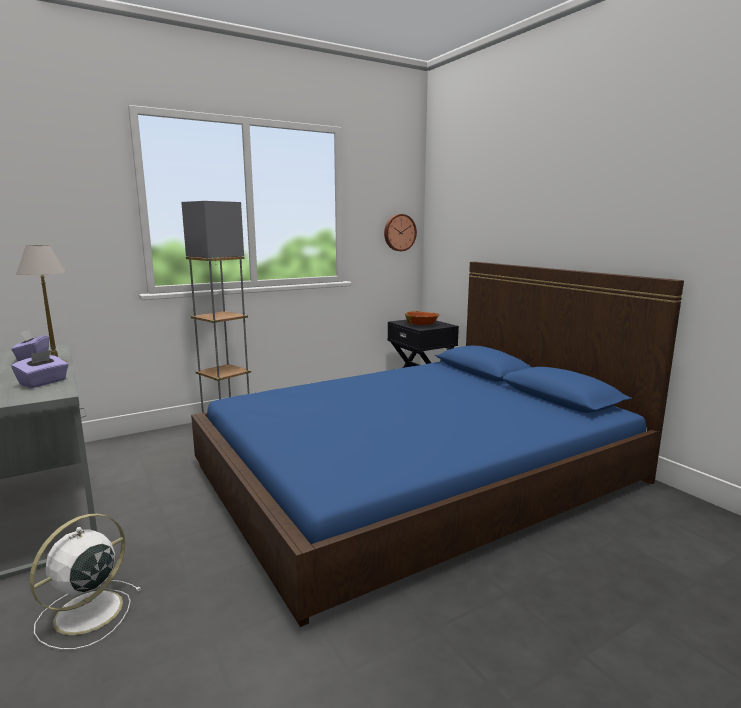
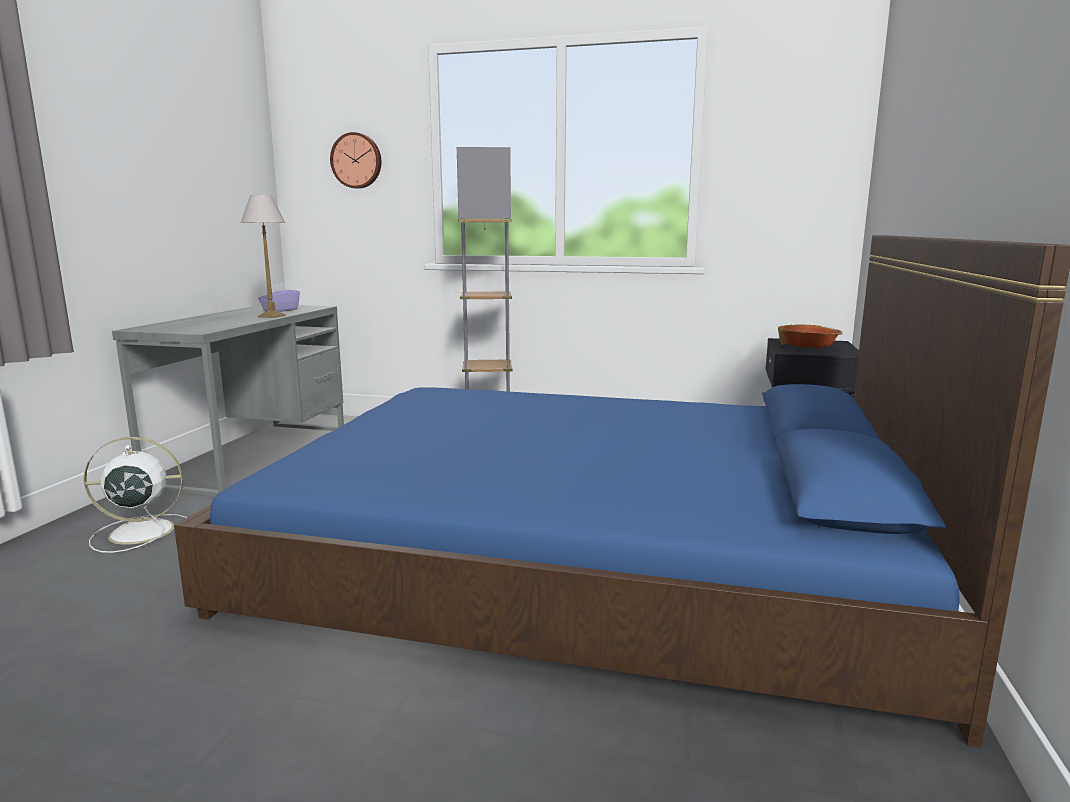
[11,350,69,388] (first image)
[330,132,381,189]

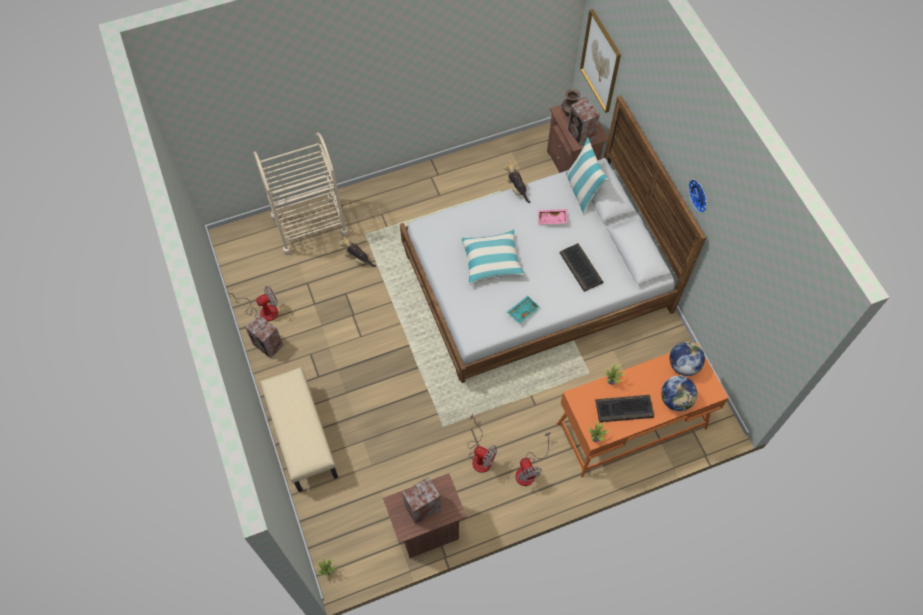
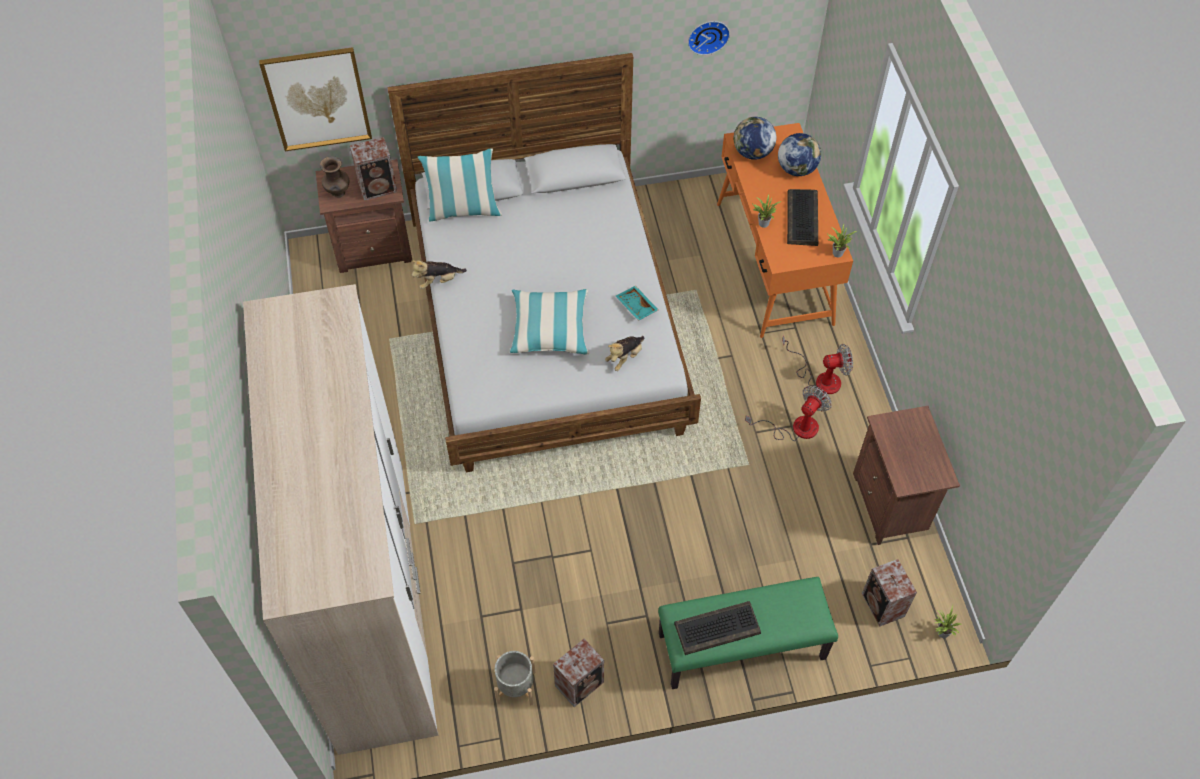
[538,209,568,224] (first image)
[605,336,644,371]
[862,559,917,627]
[674,601,761,655]
[688,21,730,55]
[494,651,535,705]
[243,284,439,755]
[658,577,838,689]

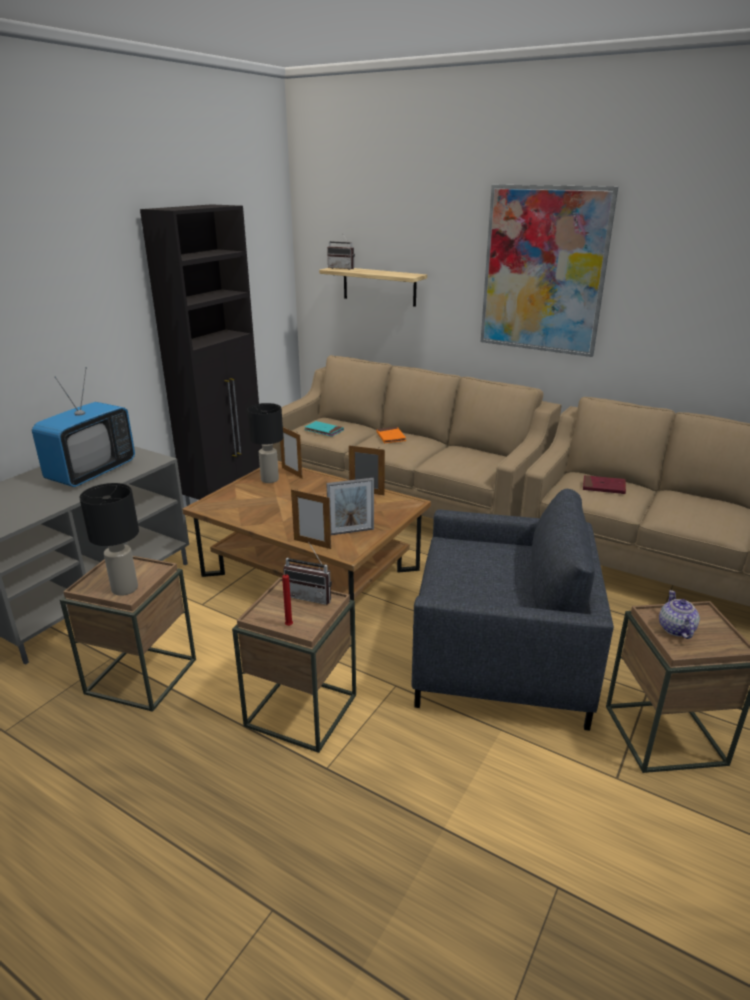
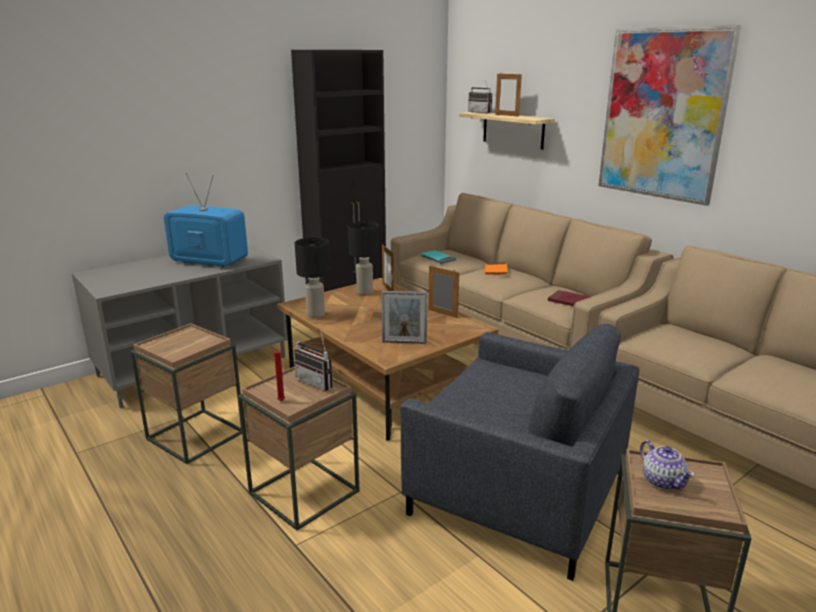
[295,237,330,318]
[495,72,522,117]
[548,290,591,306]
[164,173,248,267]
[640,440,695,490]

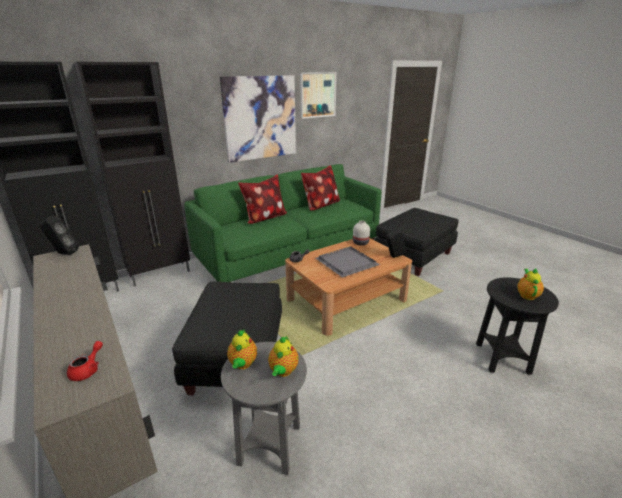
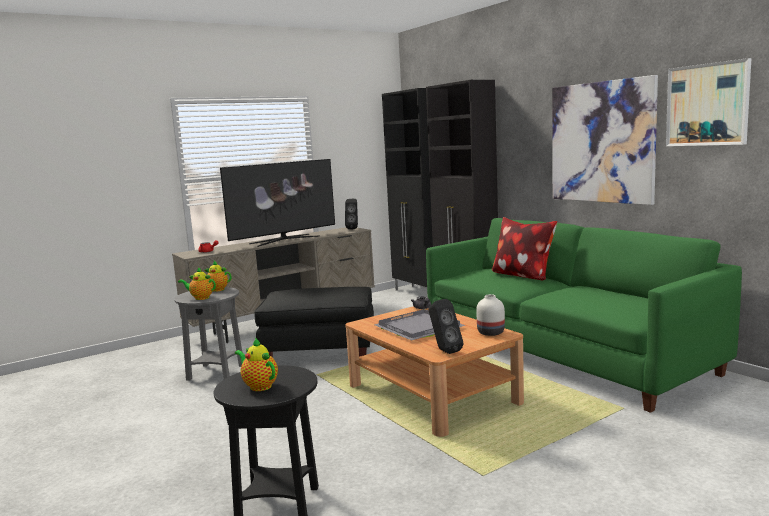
[301,165,340,211] (first image)
[374,208,458,276] (first image)
[220,159,335,247]
[235,337,278,391]

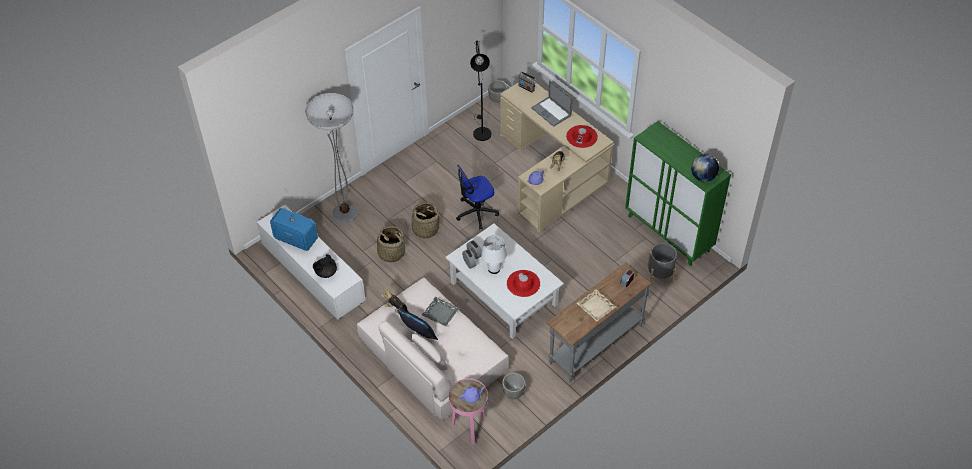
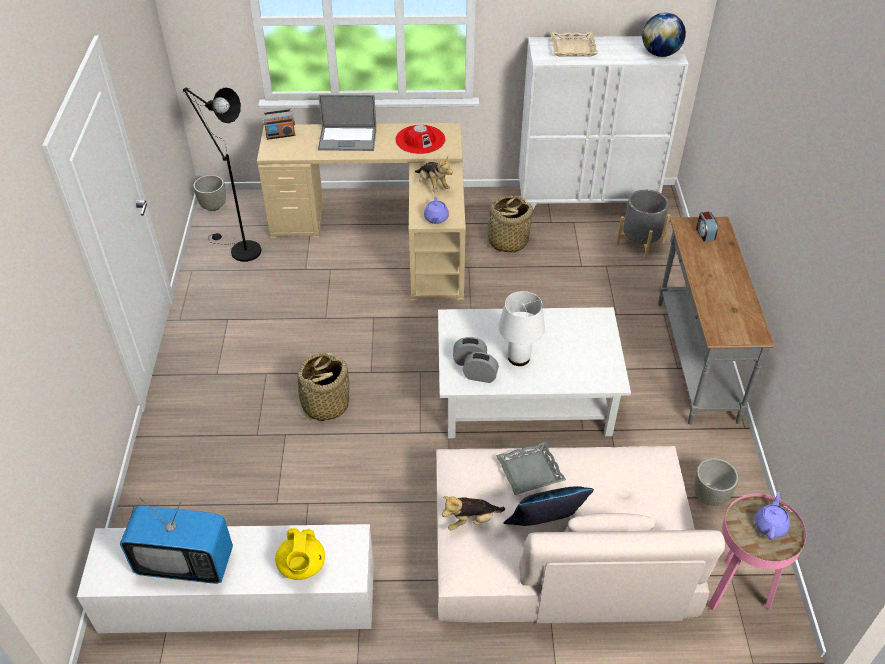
[305,93,358,223] (first image)
[456,165,499,229] (first image)
[507,270,540,297] (first image)
[481,195,533,252]
[550,33,598,56]
[275,528,325,580]
[519,36,688,209]
[120,498,233,584]

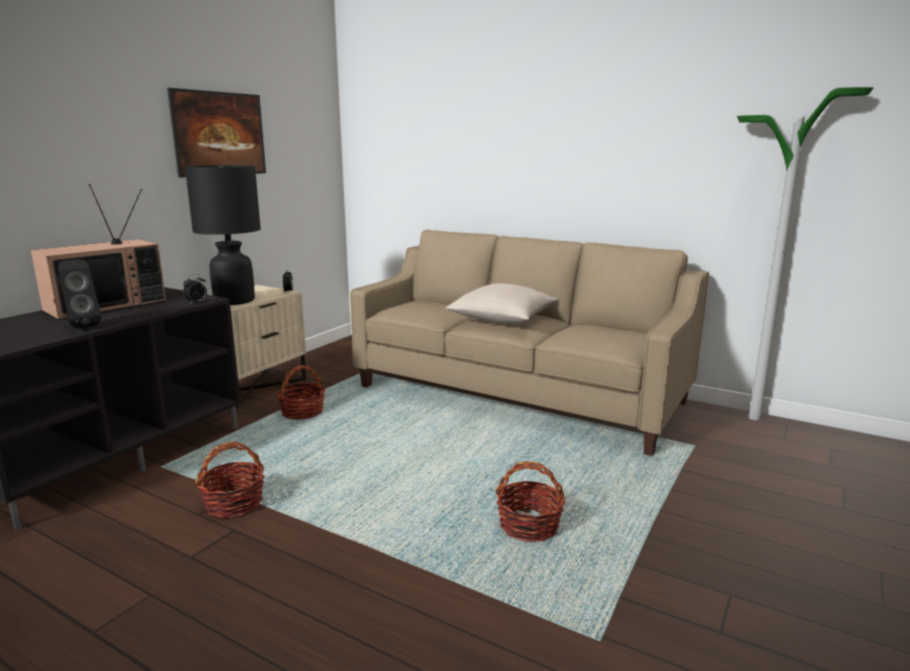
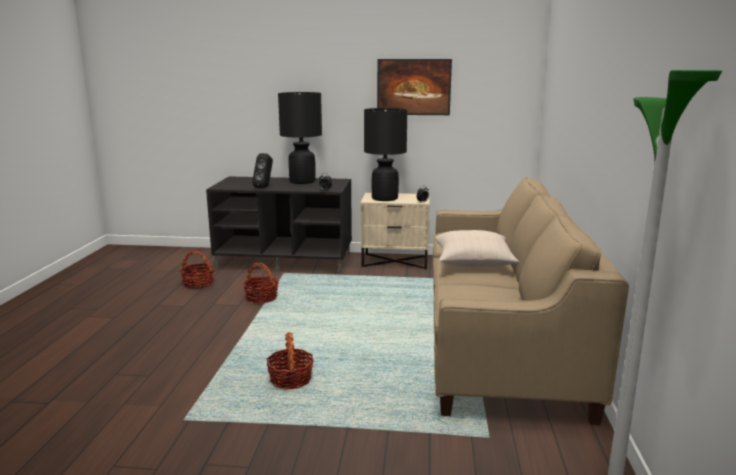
[180,250,214,288]
[278,92,322,184]

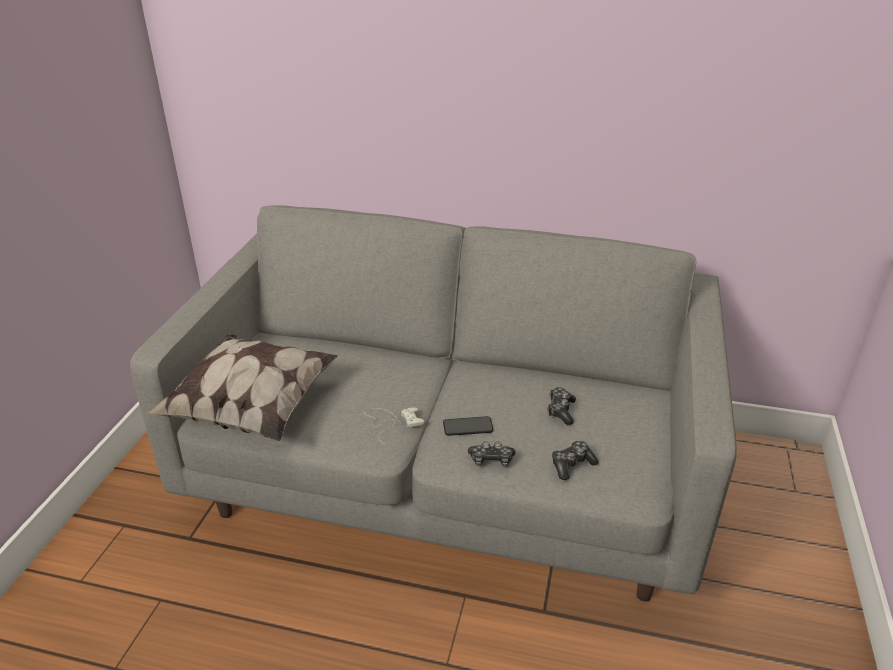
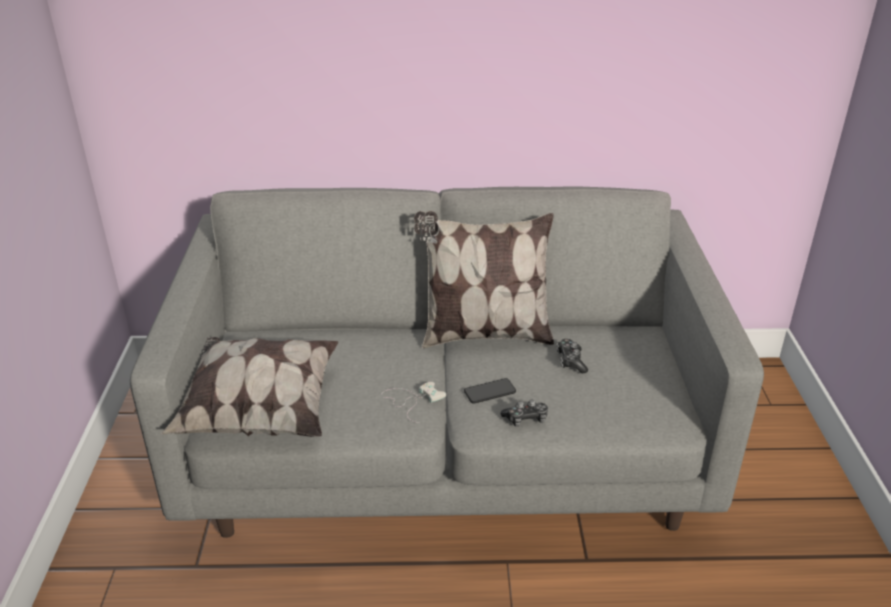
[552,441,599,480] (first image)
[414,211,554,349]

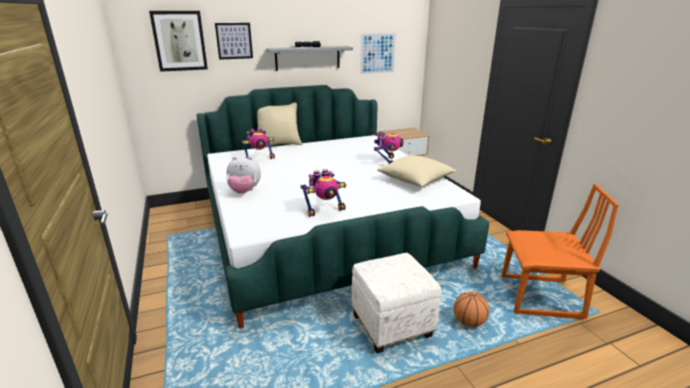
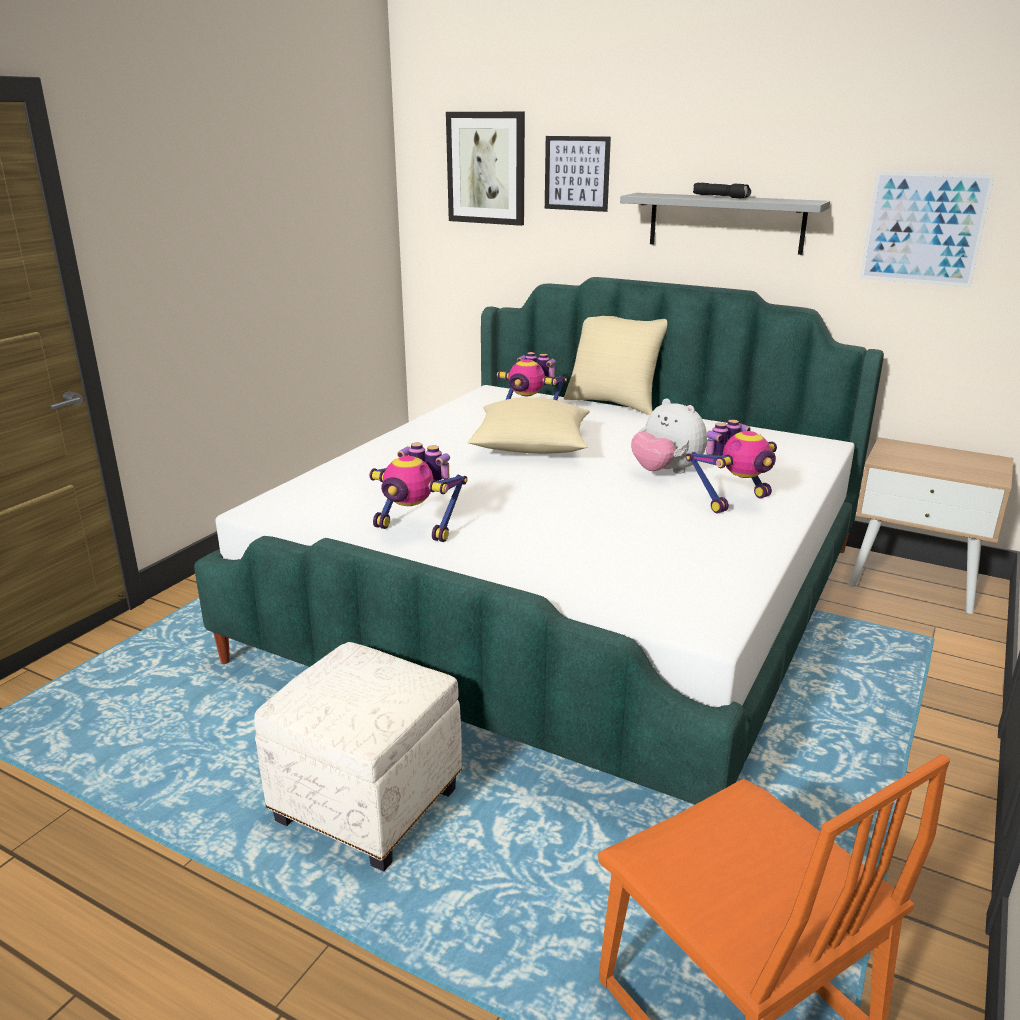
[453,292,489,327] (first image)
[631,398,707,474]
[468,398,590,454]

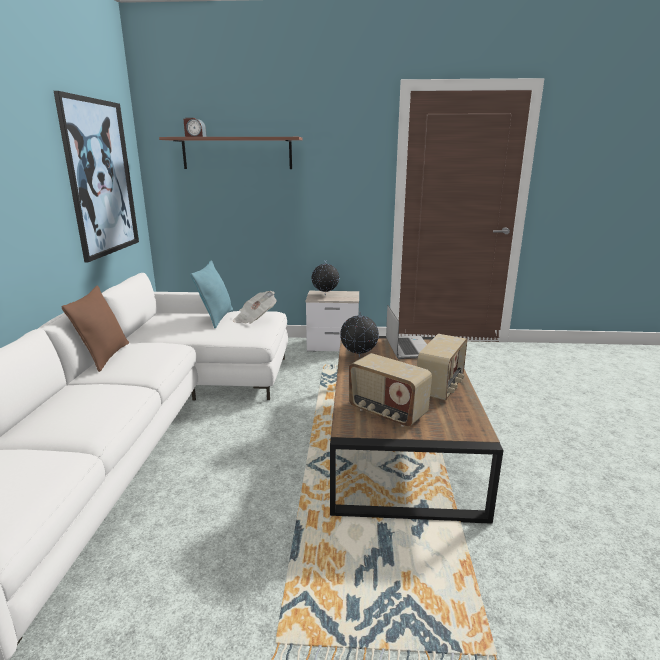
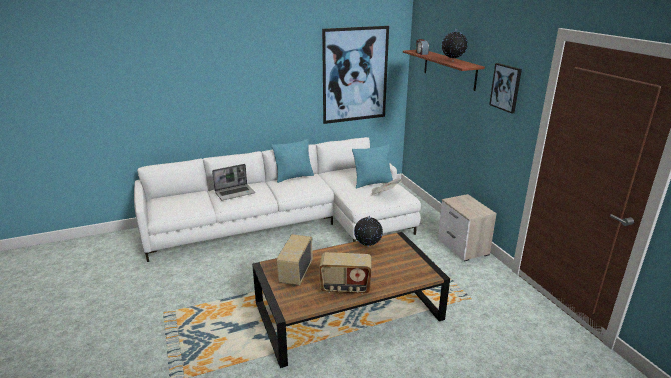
[489,63,522,113]
[442,29,468,62]
[212,164,255,200]
[271,139,314,183]

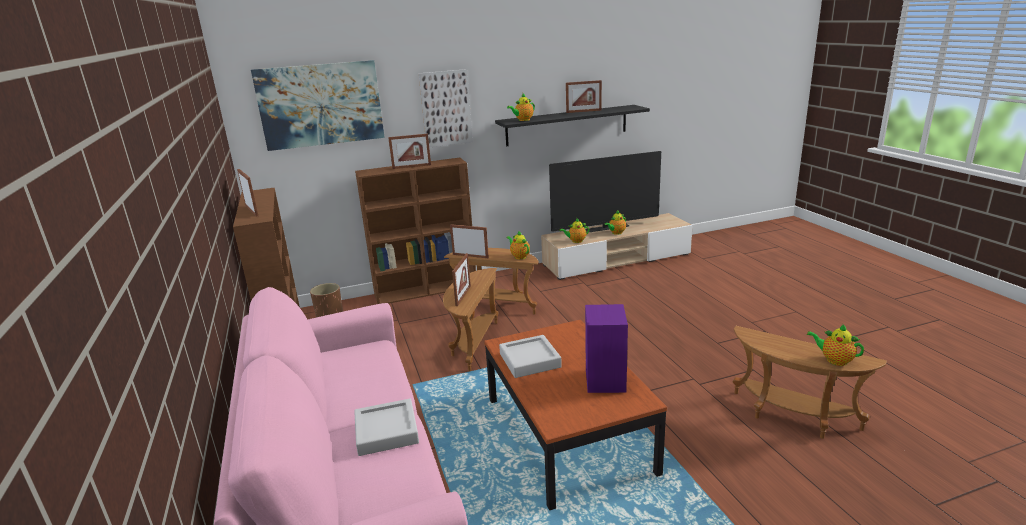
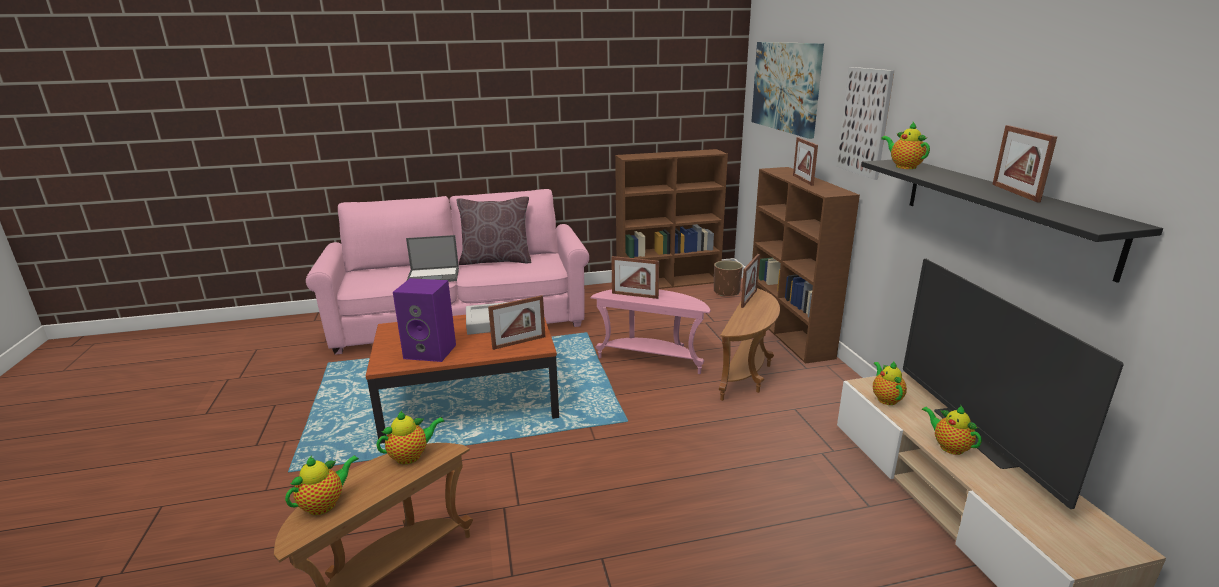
[457,197,531,265]
[488,295,545,350]
[376,411,445,464]
[406,235,459,282]
[590,289,711,374]

